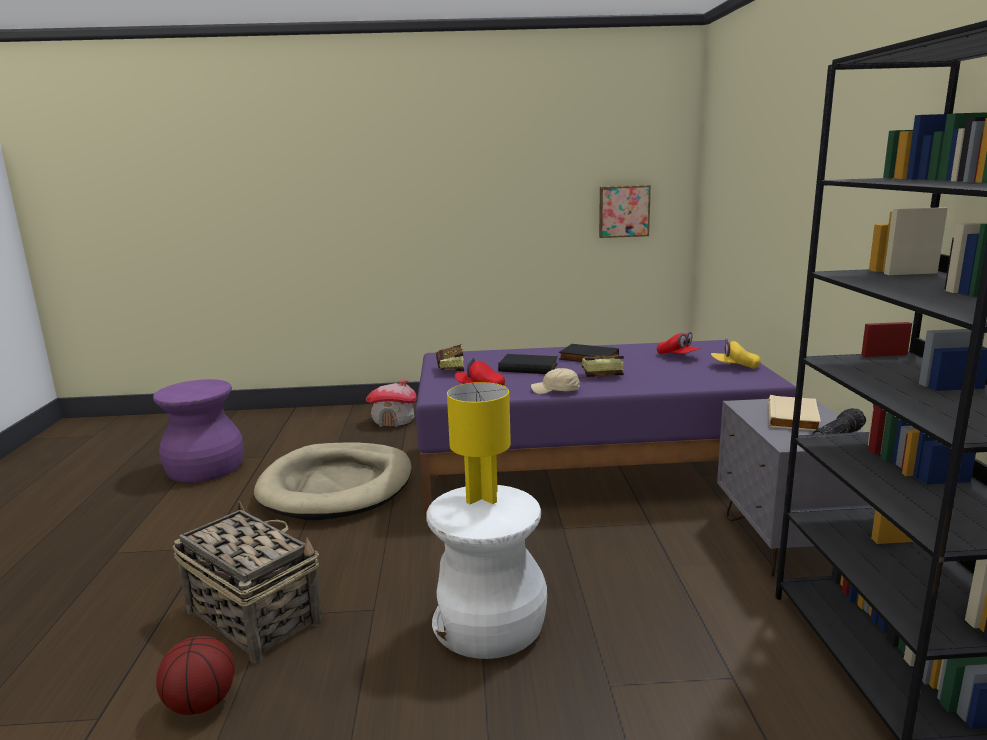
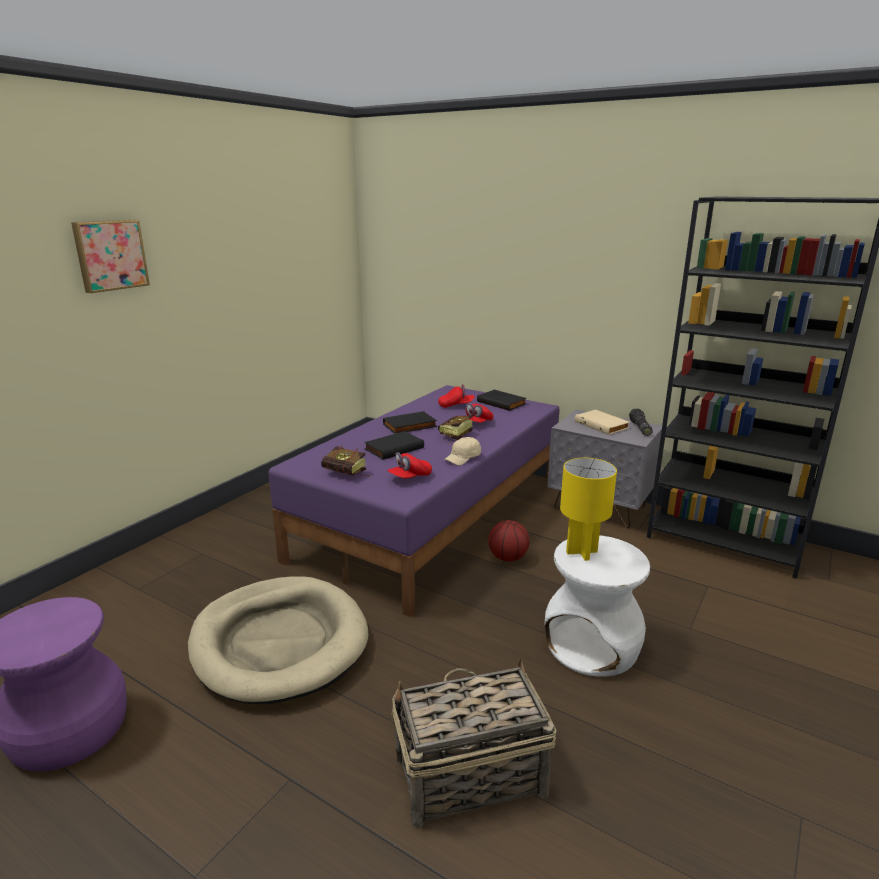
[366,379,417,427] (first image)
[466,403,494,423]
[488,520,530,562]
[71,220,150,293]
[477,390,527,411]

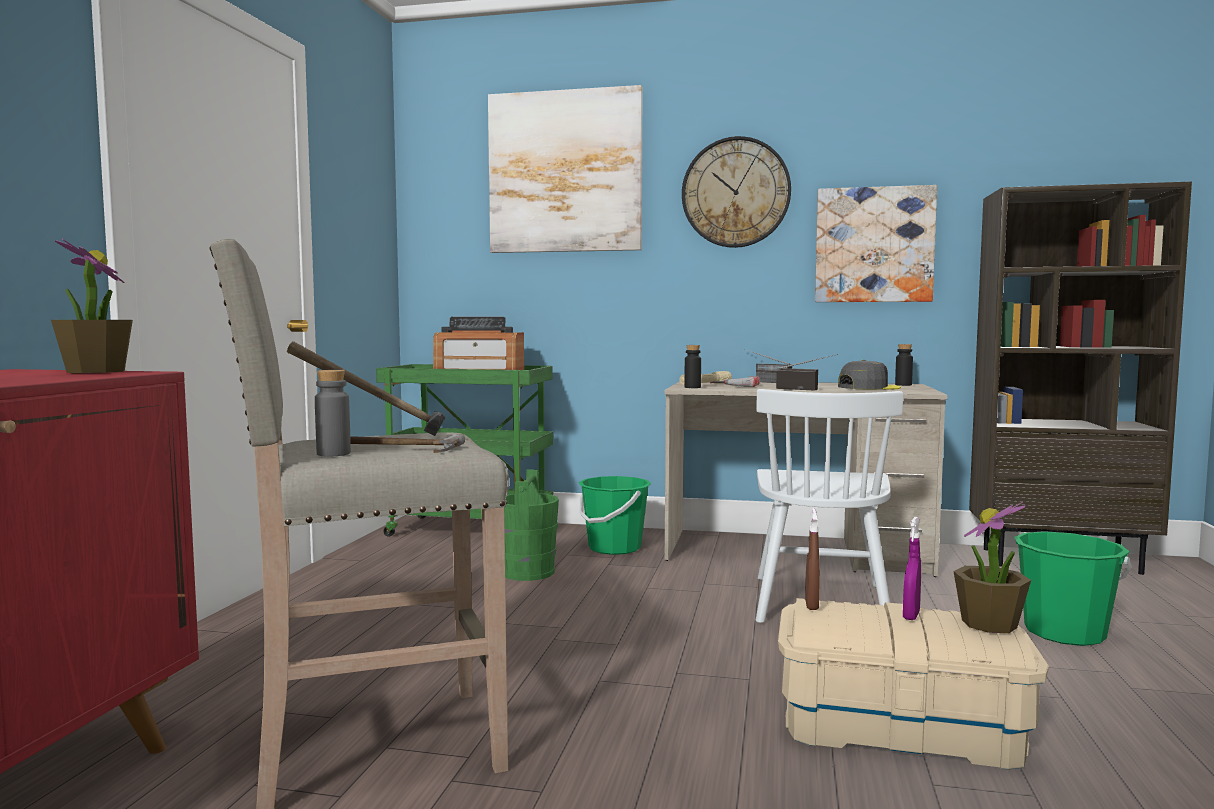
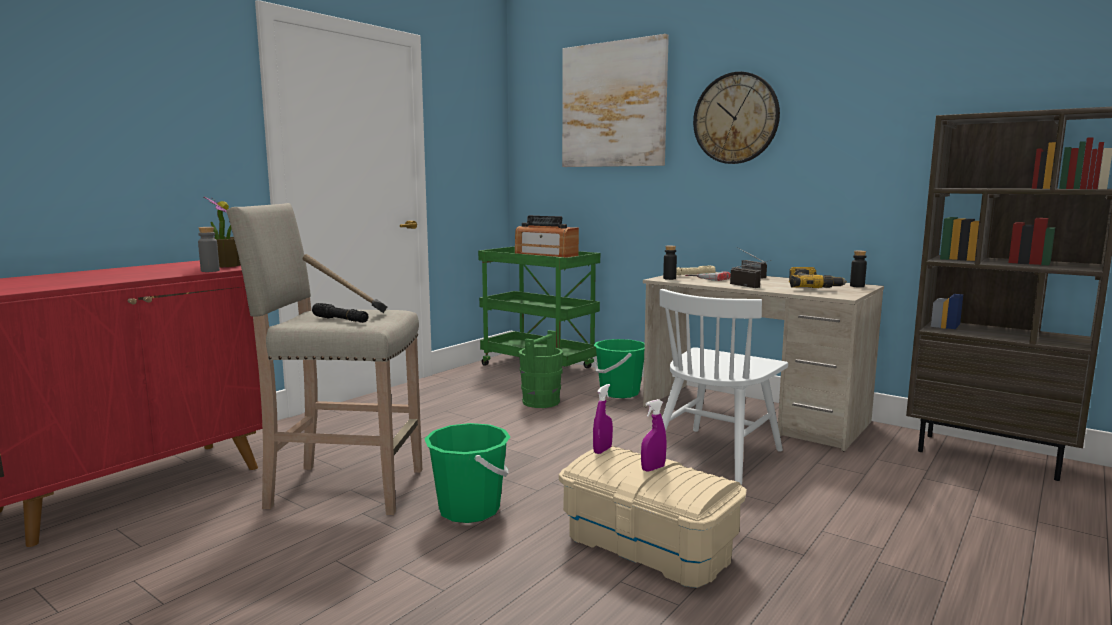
[815,185,937,302] (first image)
[953,502,1031,633] (first image)
[198,227,220,272]
[425,423,510,523]
[312,303,369,323]
[789,267,847,288]
[593,384,613,454]

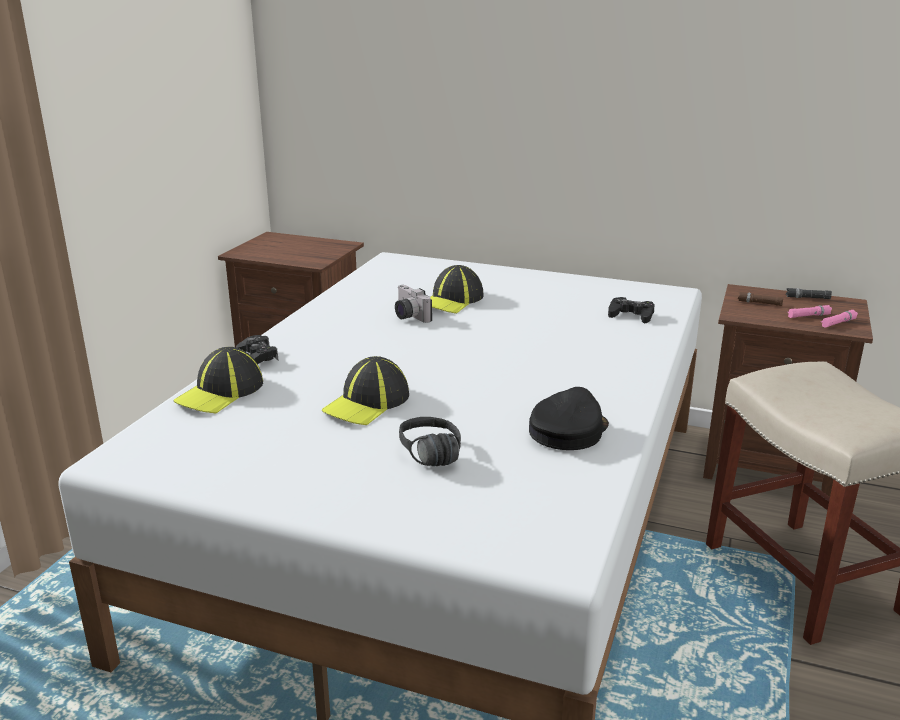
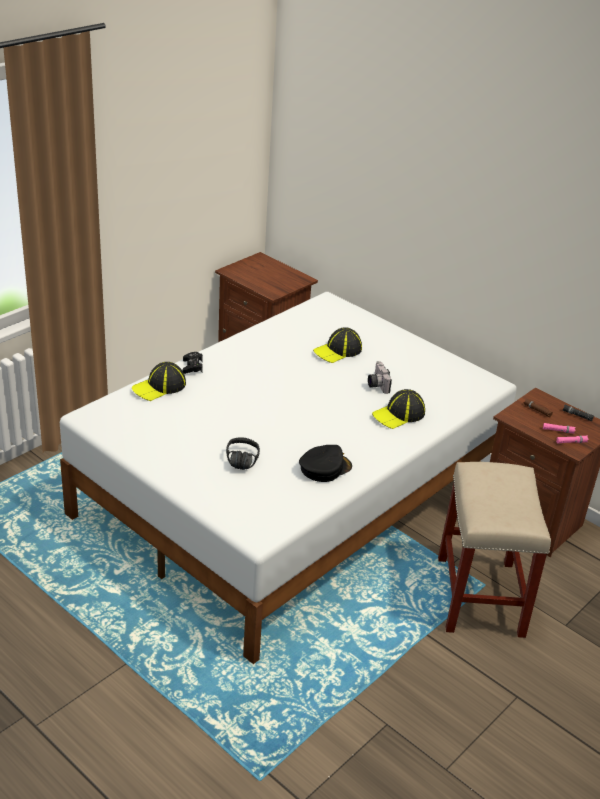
[608,297,655,323] (first image)
[372,389,425,429]
[368,361,392,394]

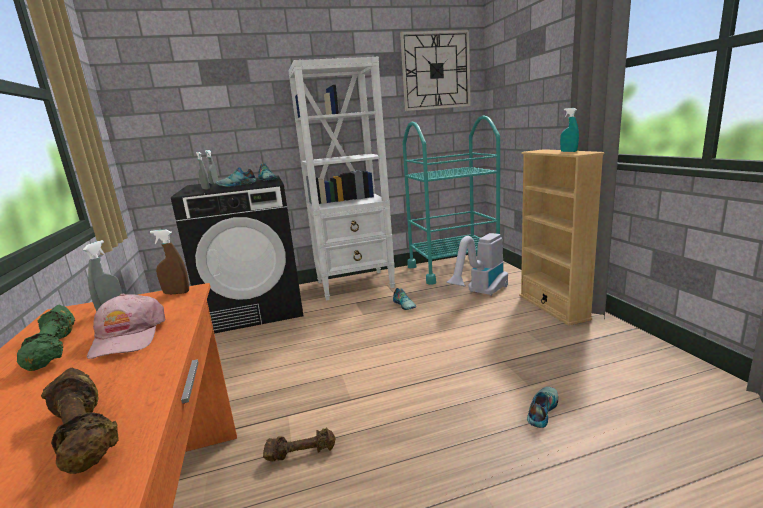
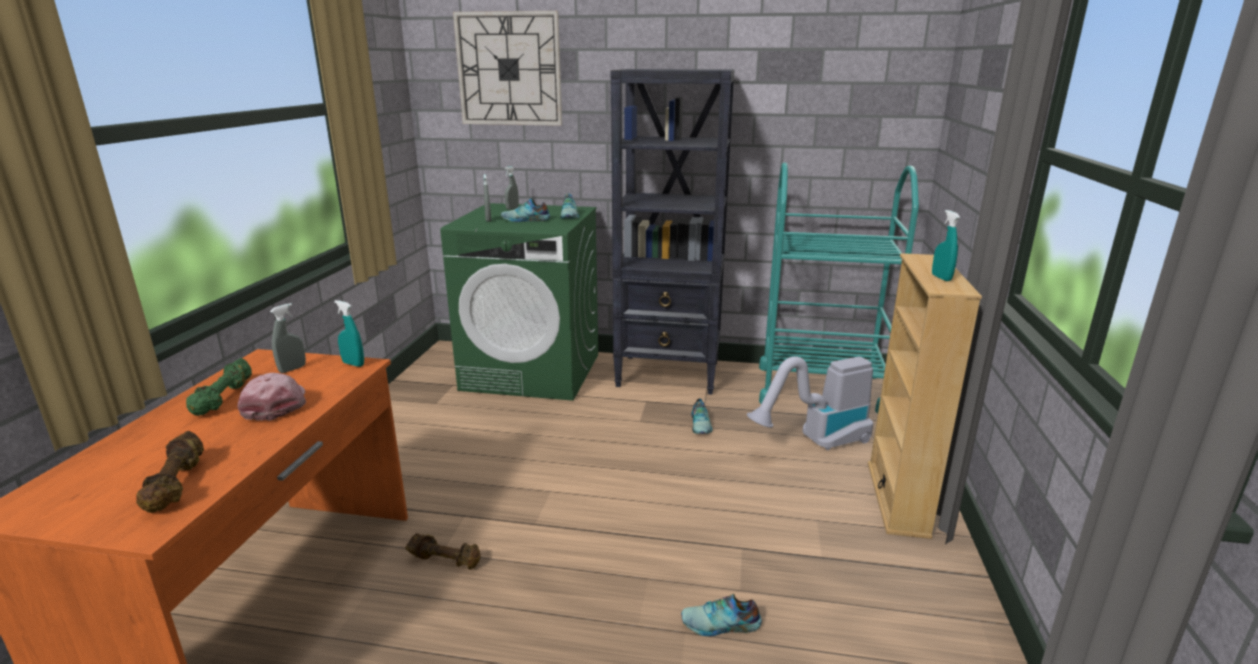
[453,11,562,126]
[334,300,364,367]
[440,203,598,401]
[610,69,735,395]
[238,373,306,421]
[681,594,762,636]

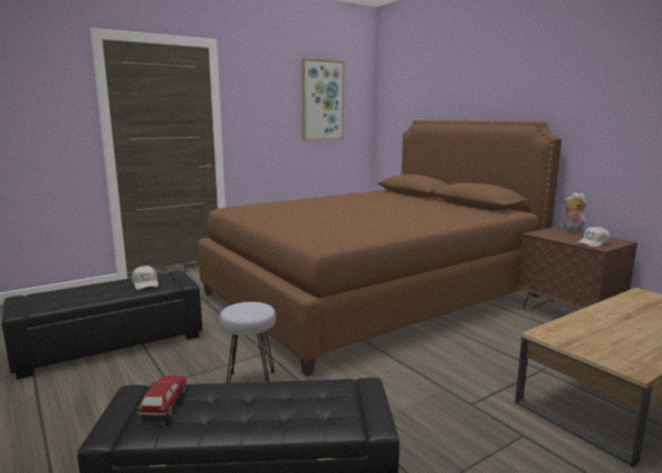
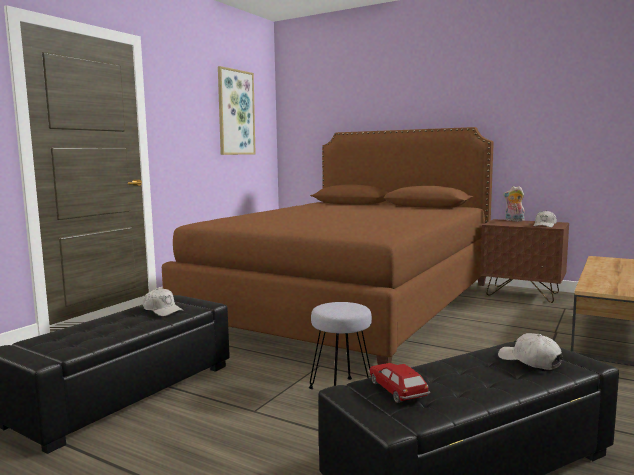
[498,333,563,370]

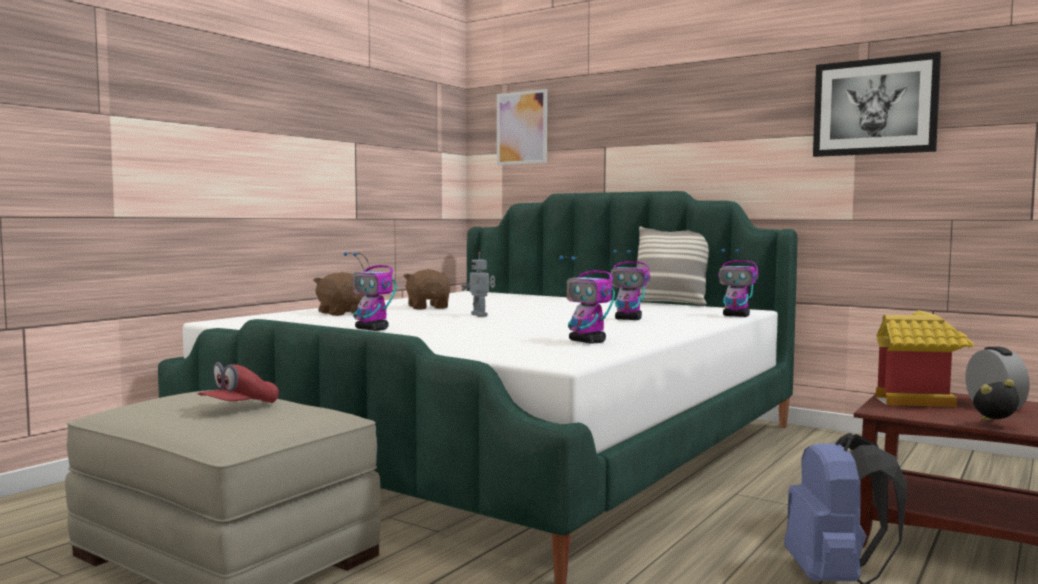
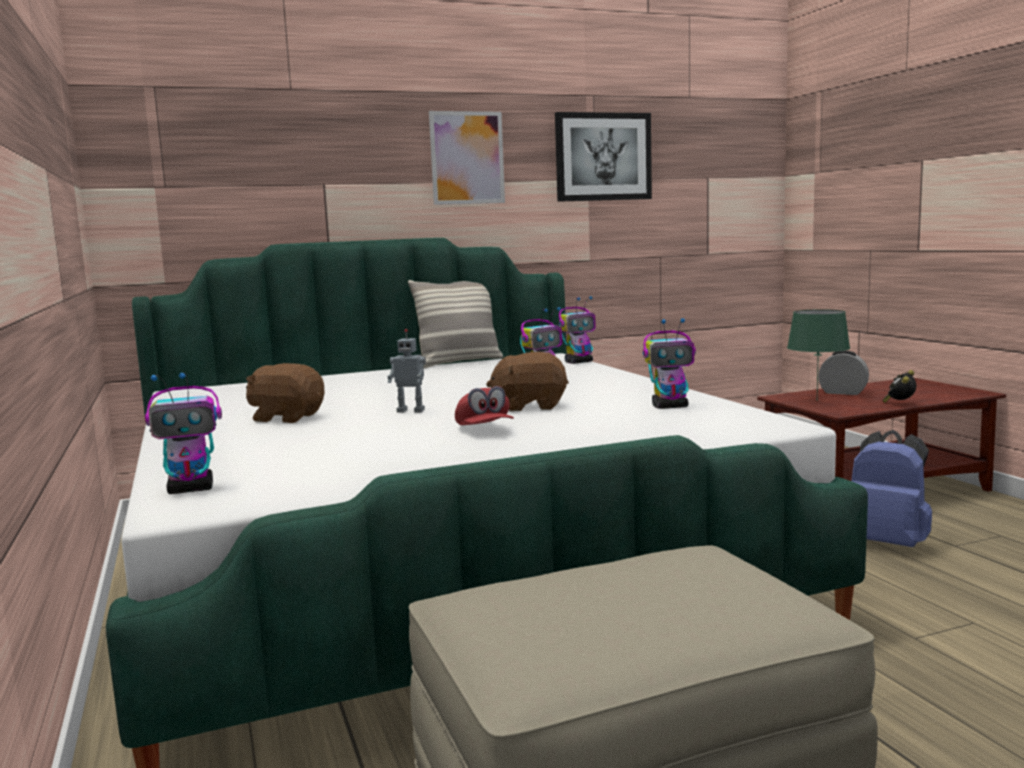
[455,386,514,425]
[486,352,569,412]
[145,373,222,494]
[429,111,505,205]
[787,309,850,398]

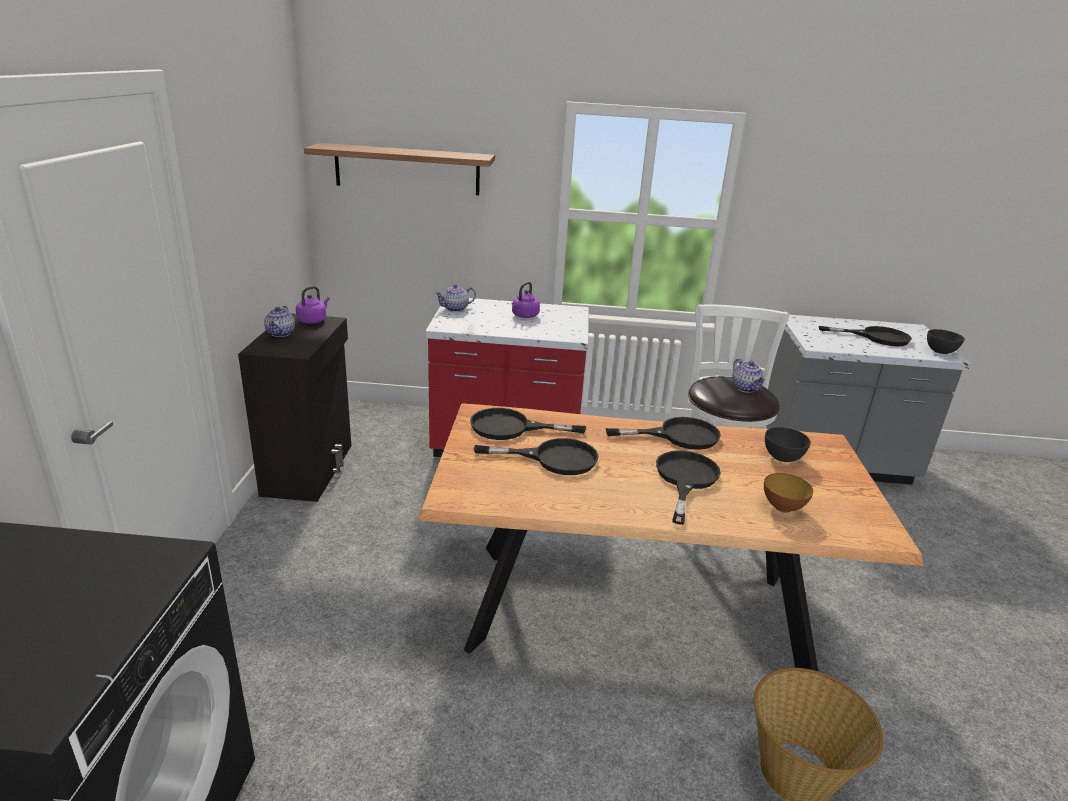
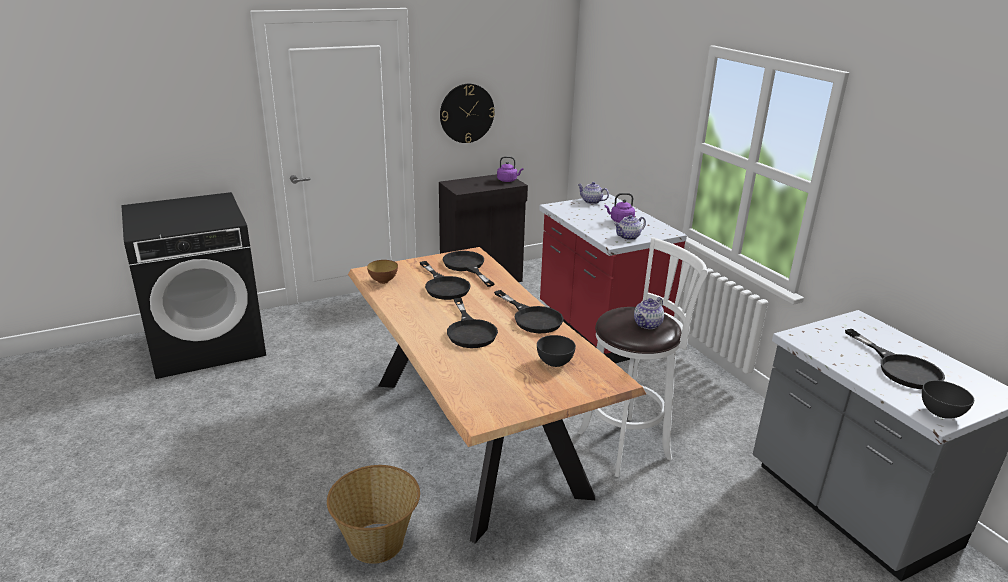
[304,143,495,195] (first image)
[440,84,495,143]
[614,215,646,240]
[367,260,398,284]
[447,298,498,348]

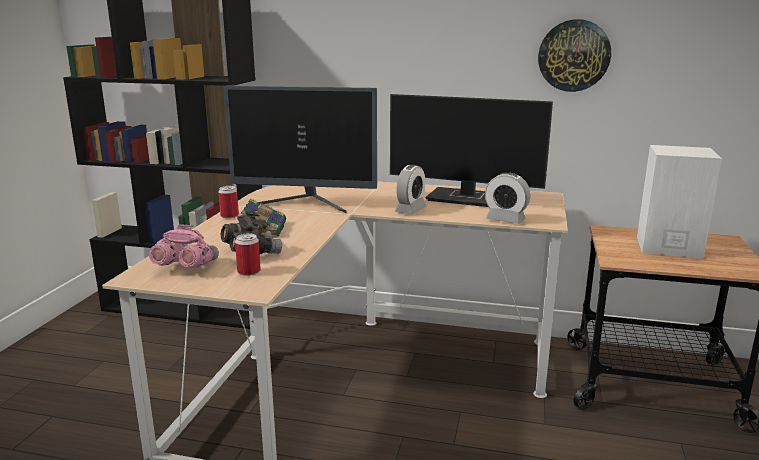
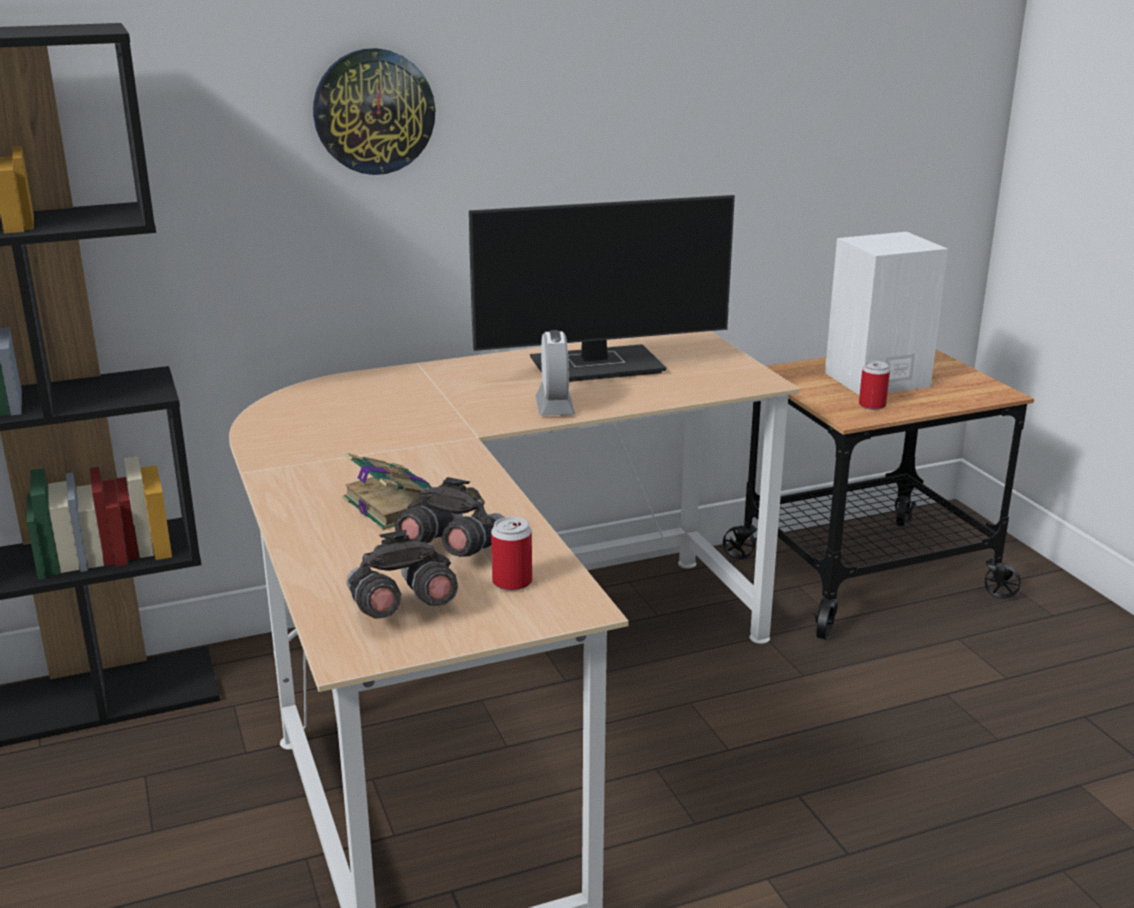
[223,85,377,213] (first image)
[485,173,531,224] (first image)
[859,361,890,410]
[313,48,435,175]
[347,530,458,619]

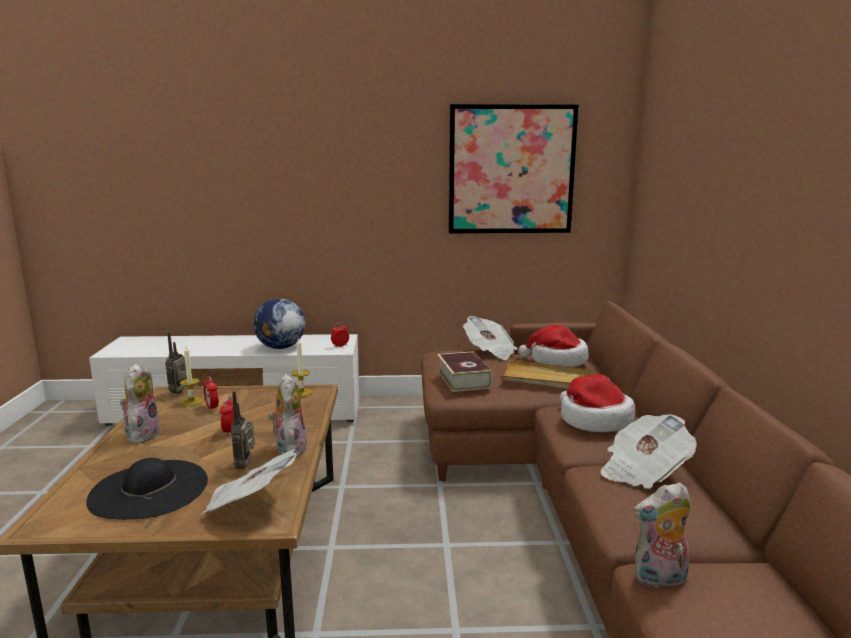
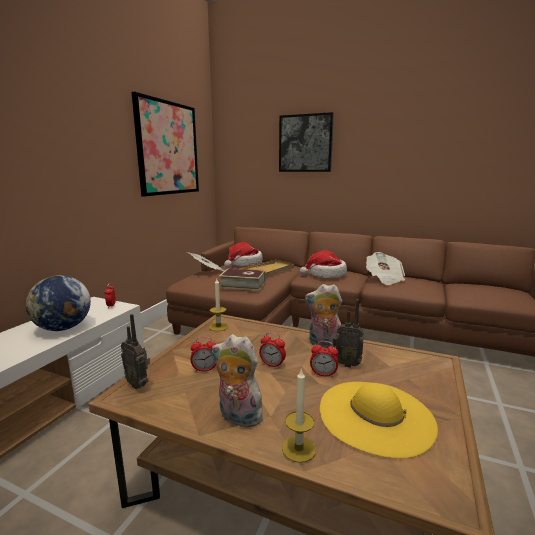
[201,449,297,514] (first image)
[634,482,691,588] (first image)
[279,112,334,172]
[310,341,338,377]
[282,368,316,463]
[320,382,438,459]

